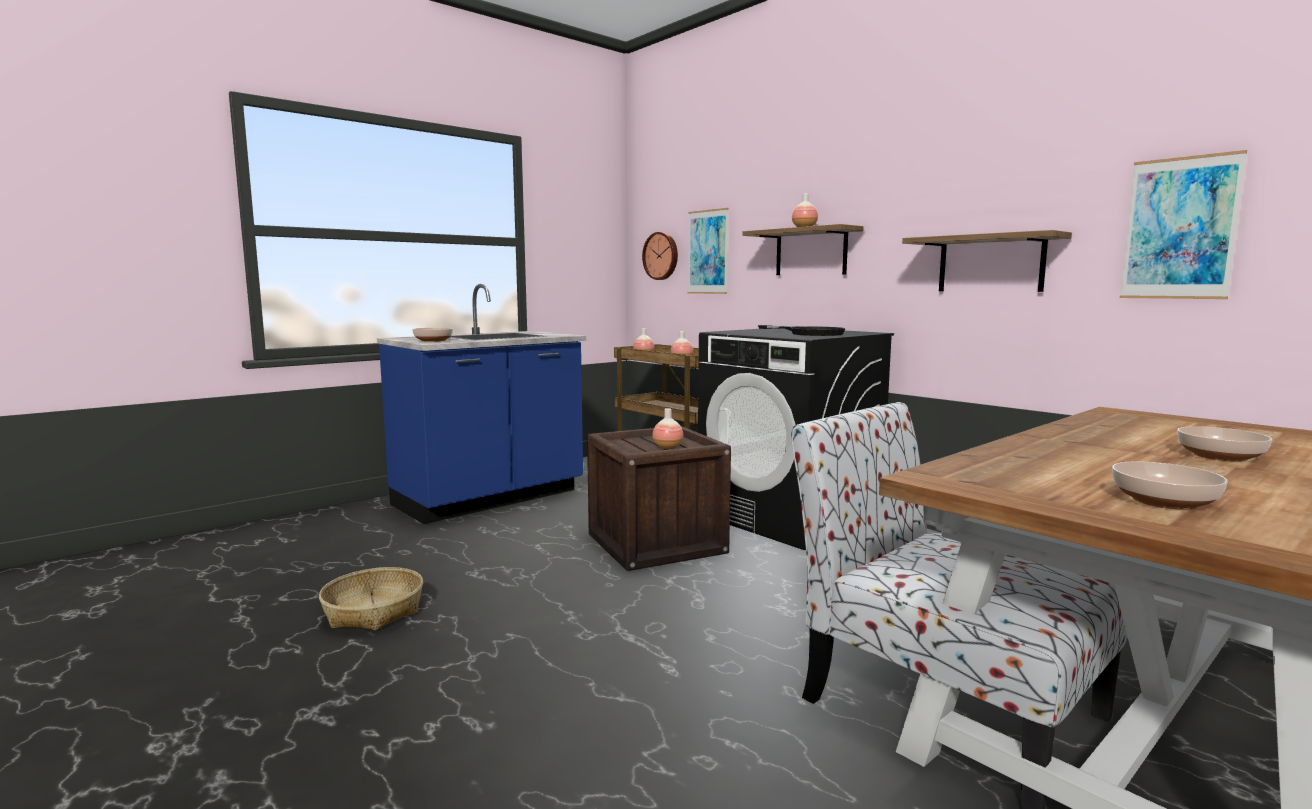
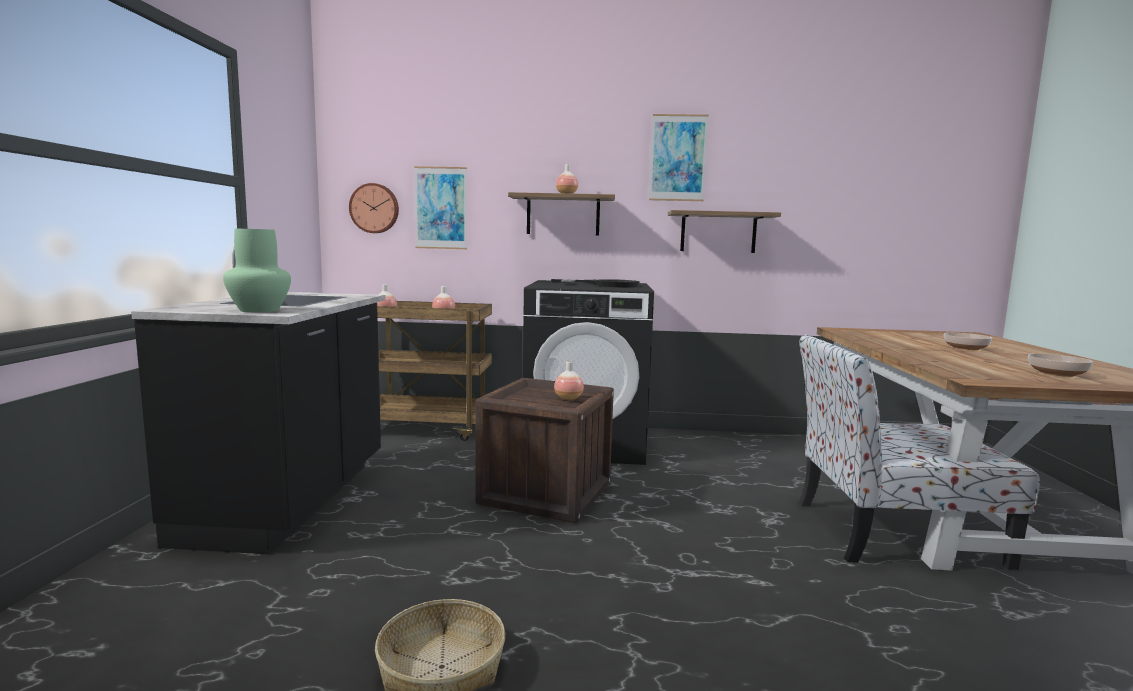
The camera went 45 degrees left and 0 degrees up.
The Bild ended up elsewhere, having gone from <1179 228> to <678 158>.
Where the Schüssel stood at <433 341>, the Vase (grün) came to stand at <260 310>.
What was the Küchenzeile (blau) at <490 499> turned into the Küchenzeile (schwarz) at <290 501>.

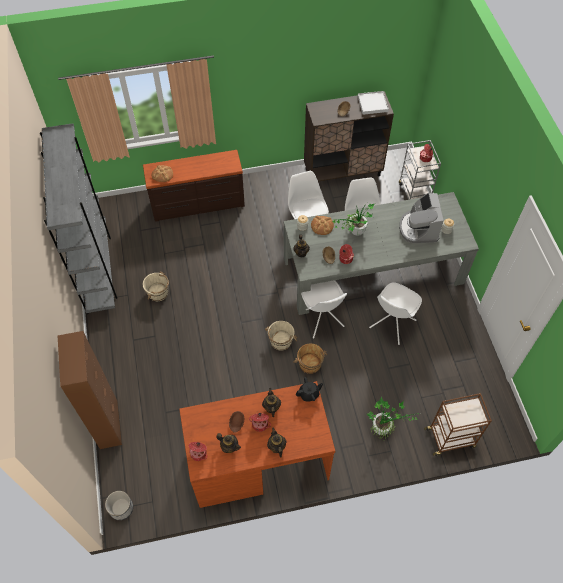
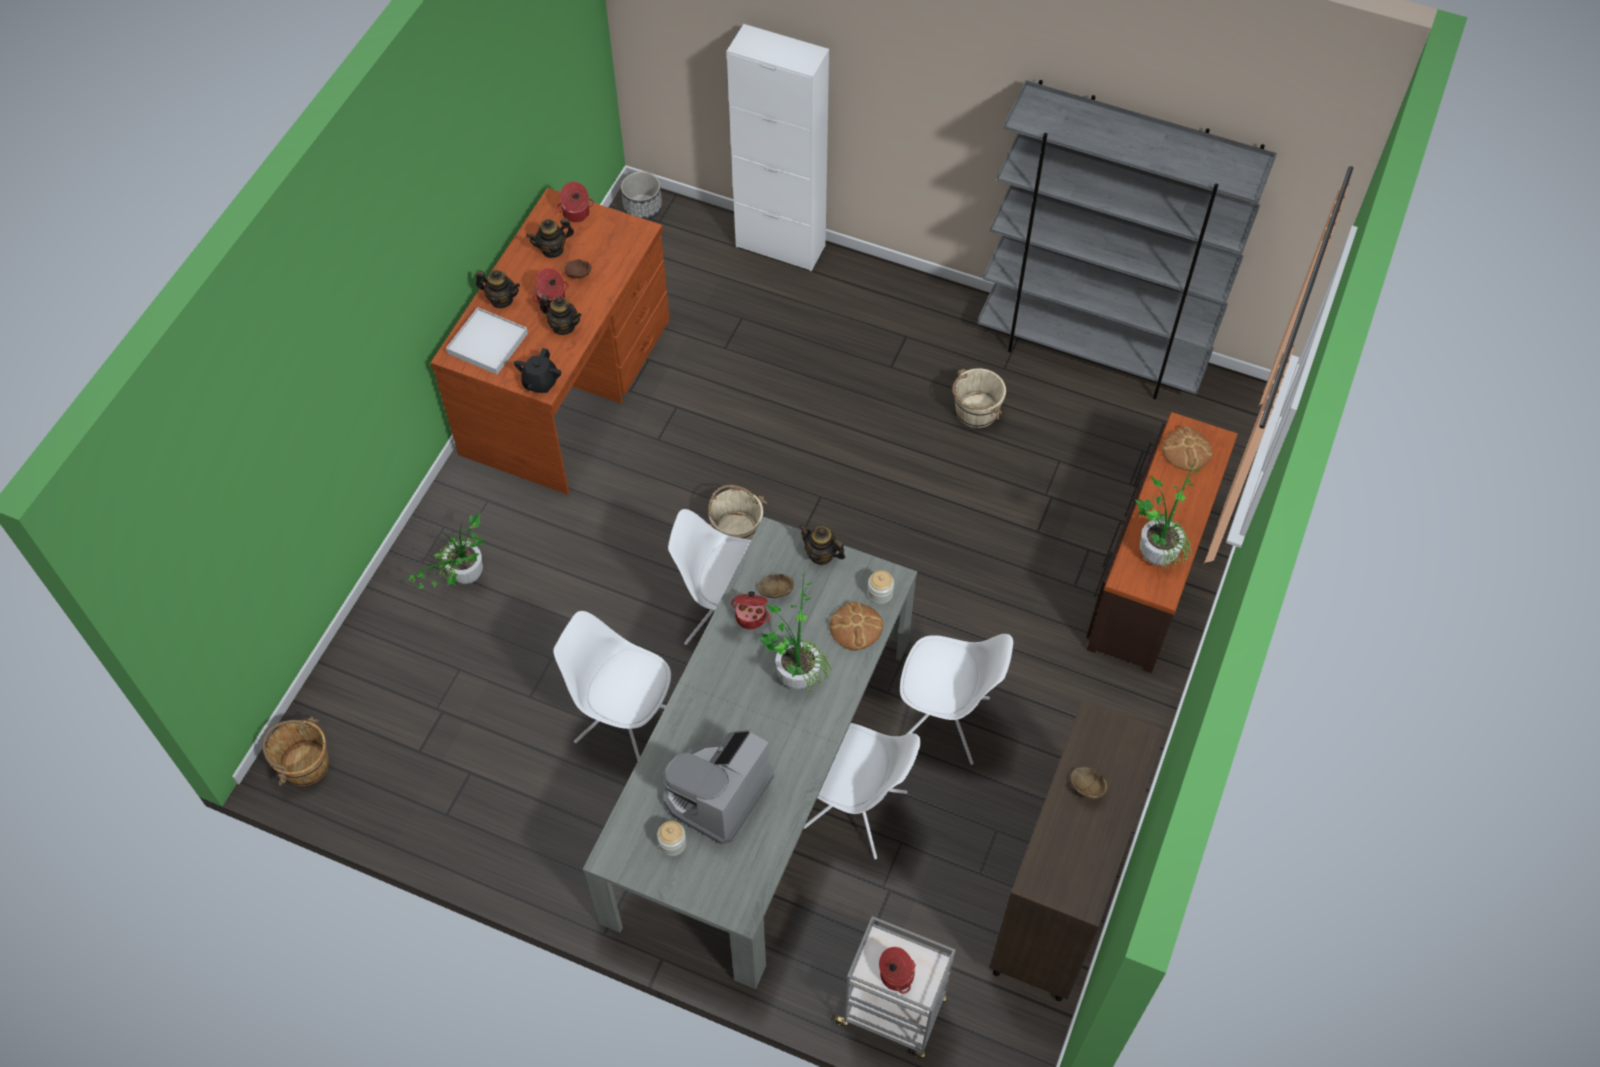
The camera went 125 degrees right and 0 degrees up.
The second view lost the Rollwagen (braun) at <451 437>.
The second view gained the Topfpflanze at <1157 547>.
The Eimer (braun) ended up elsewhere, having gone from <310 364> to <304 764>.
The Tablett (weiß) ended up elsewhere, having gone from <372 104> to <487 343>.
What was the Schrank (braun) at <109 424> turned into the Schrank (weiß) at <780 246>.
The Stuhl (weiß) at <392 324> ended up facing another way, 45 degrees counterclockwise from before.
The Kaffeemaschine at <418 228> ended up facing another way, 90 degrees counterclockwise from before.

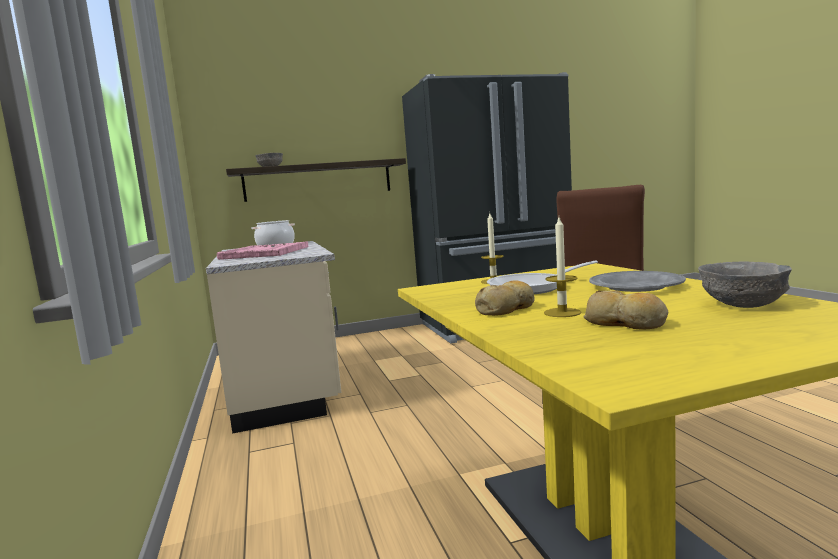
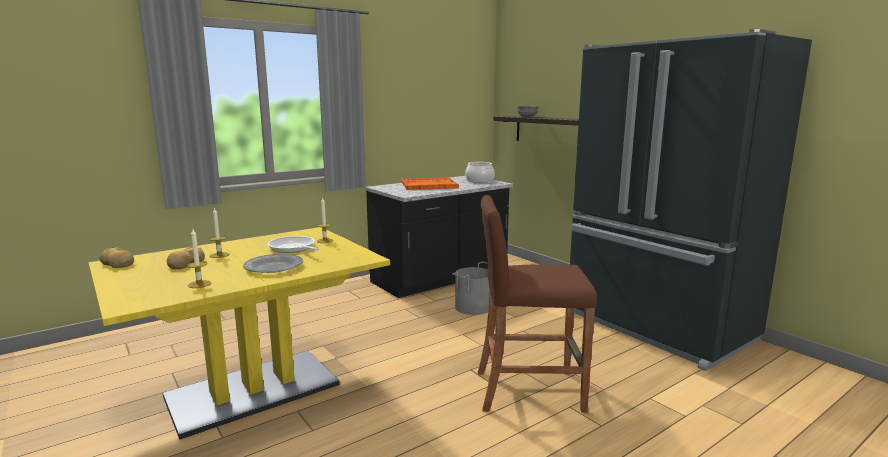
The camera went 70 degrees right and 5 degrees up.
The second view gained the Eimer (grau) at <472 307>.
The Brot ended up elsewhere, having gone from <507 309> to <117 264>.
Where the Schüssel (grau) stood at <743 304>, the Kerze came to stand at <199 284>.
What was the Küchenzeile (beige) at <287 387> turned into the Küchenzeile (schwarz) at <440 278>.
What was the Tablett (rosa) at <265 253> turned into the Tablett (orange) at <428 185>.

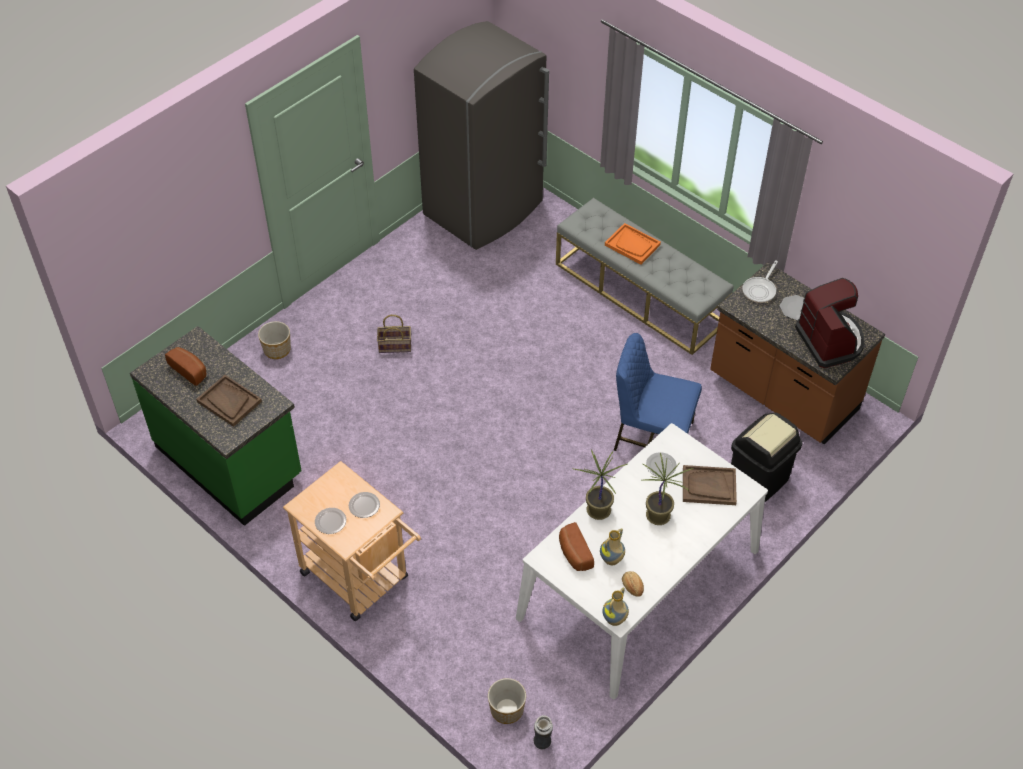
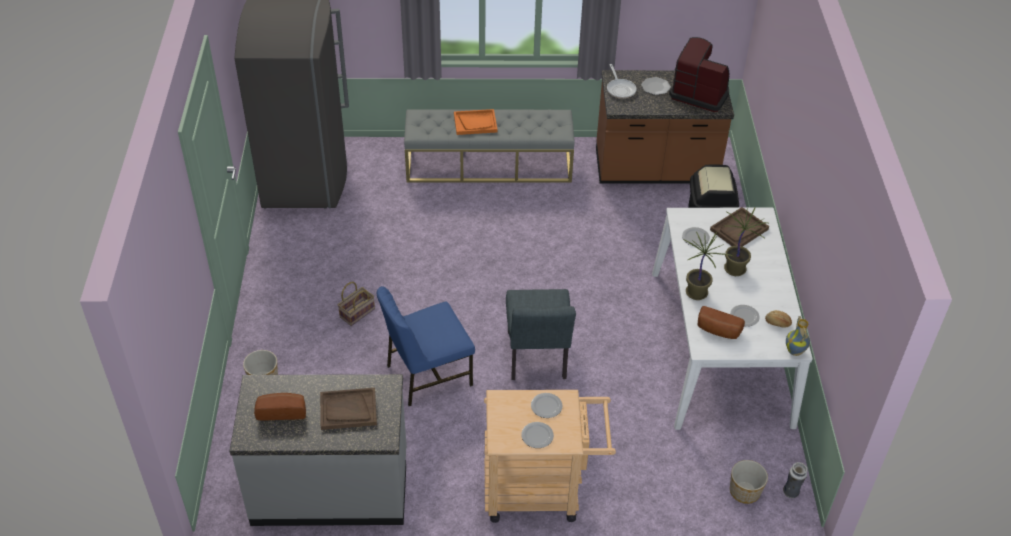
The camera went 45 degrees left and 5 degrees down.
The second view gained the Stuhl (grau) at <537 360>.
The Stuhl (blau) ended up elsewhere, having gone from <651 436> to <427 374>.
Where the Vase stood at <612 560>, the Teller came to stand at <745 317>.
What was the Küchenzeile (grün) at <230 461> turned into the Küchenzeile (grau) at <330 488>.

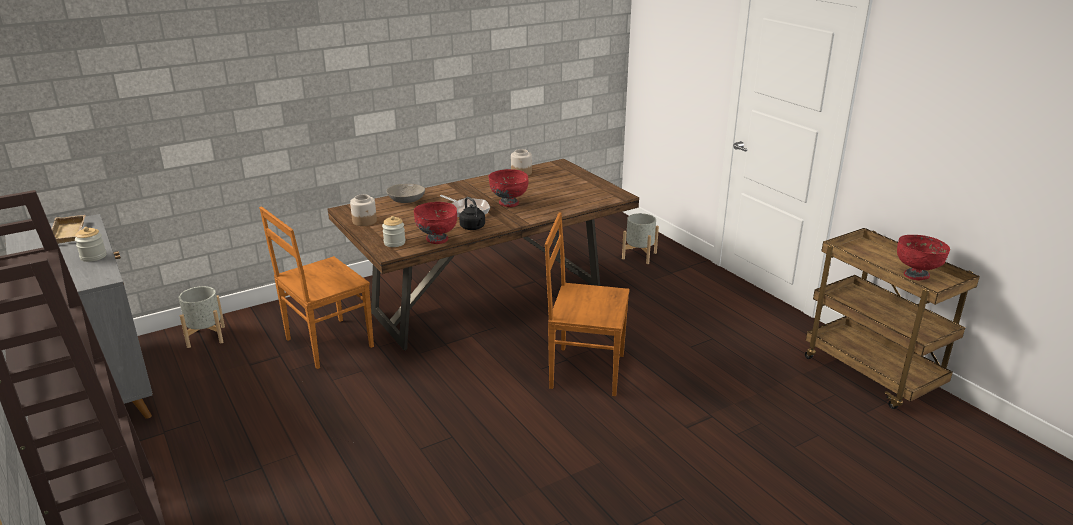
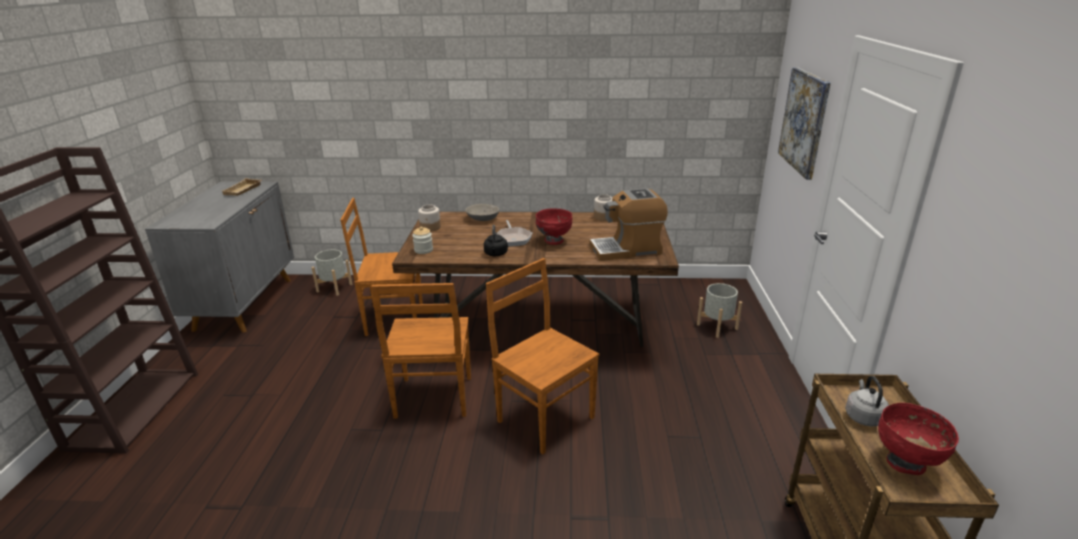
The camera went 35 degrees right and 0 degrees up.
The second view lost the Vorratsglas at <93 256>.
The second view lost the Schüssel (rot) at <437 240>.
The second view gained the Stuhl (braun) at <433 399>.
The second view gained the Kaffeemaschine at <627 249>.
The second view gained the Bild at <804 121>.
The second view gained the Wasserkessel (grau) at <863 416>.

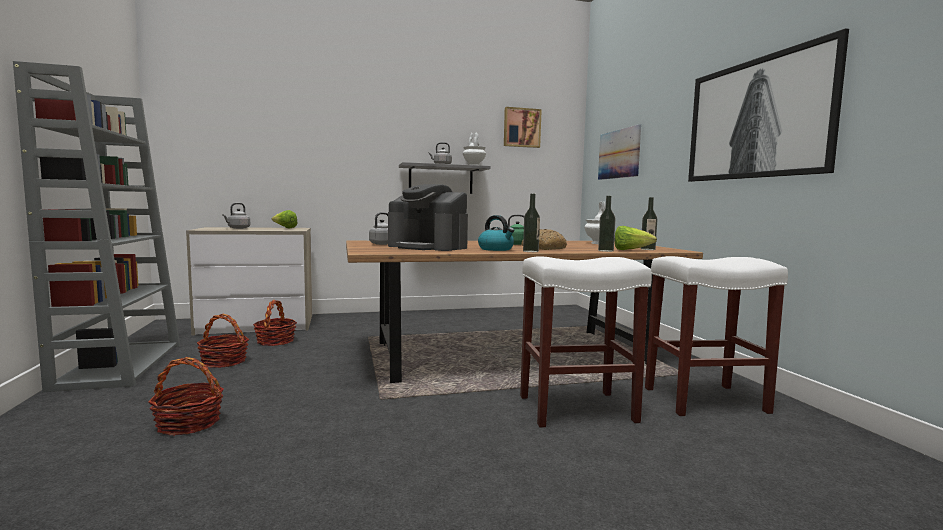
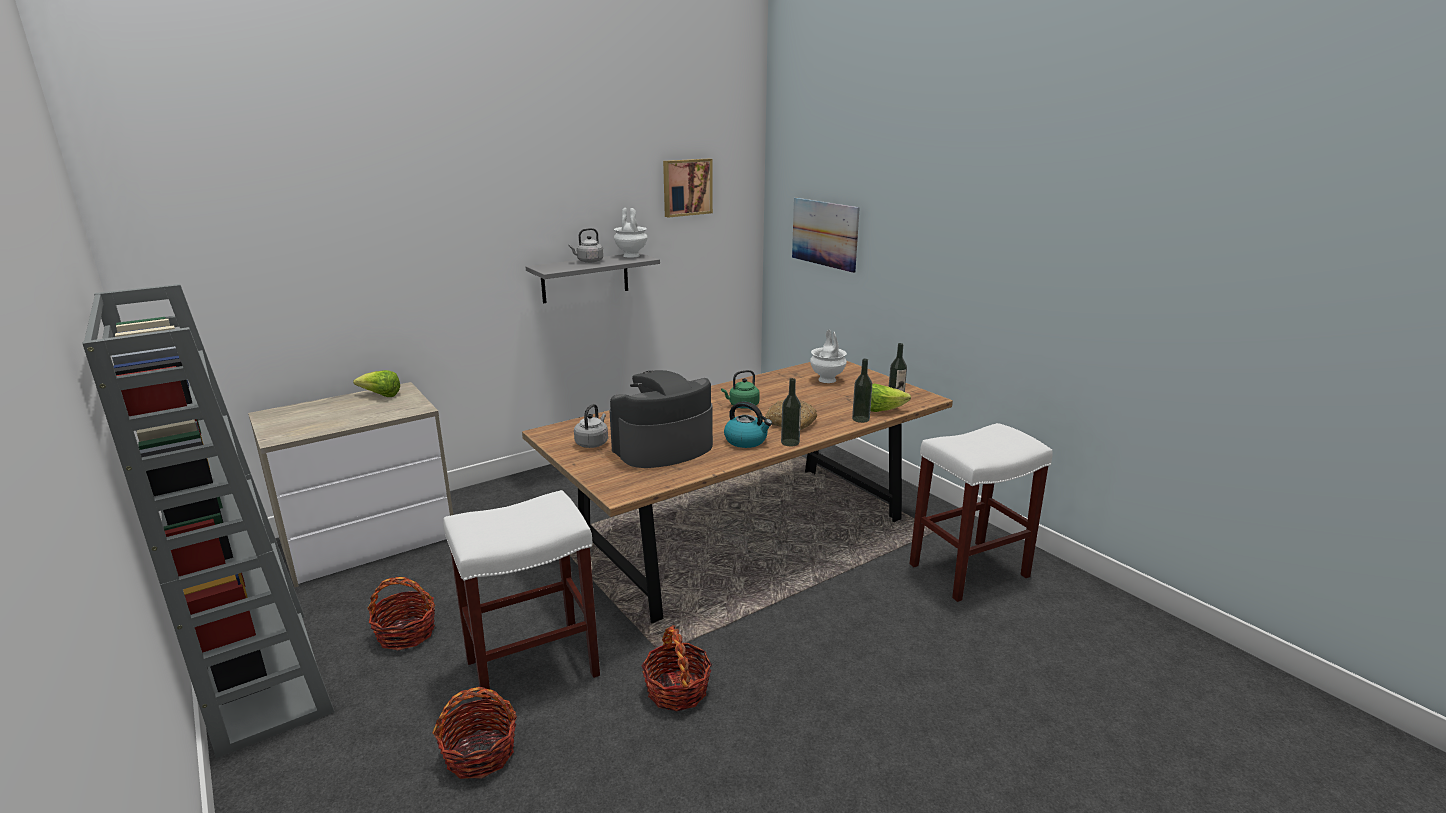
The camera went 20 degrees left and 15 degrees up.
The second view lost the Wasserkessel (grau) at <238 228>.
The second view lost the Bild at <757 119>.
The Korb ended up elsewhere, having gone from <275 341> to <677 690>.
The Hocker (weiß) ended up elsewhere, having gone from <575 409> to <531 669>.
The Kaffeemaschine at <428 247> ended up facing another way, 135 degrees clockwise from before.

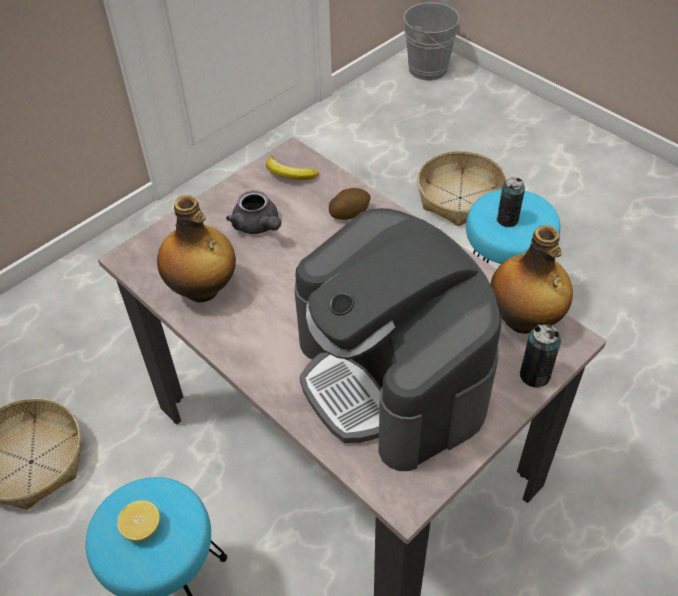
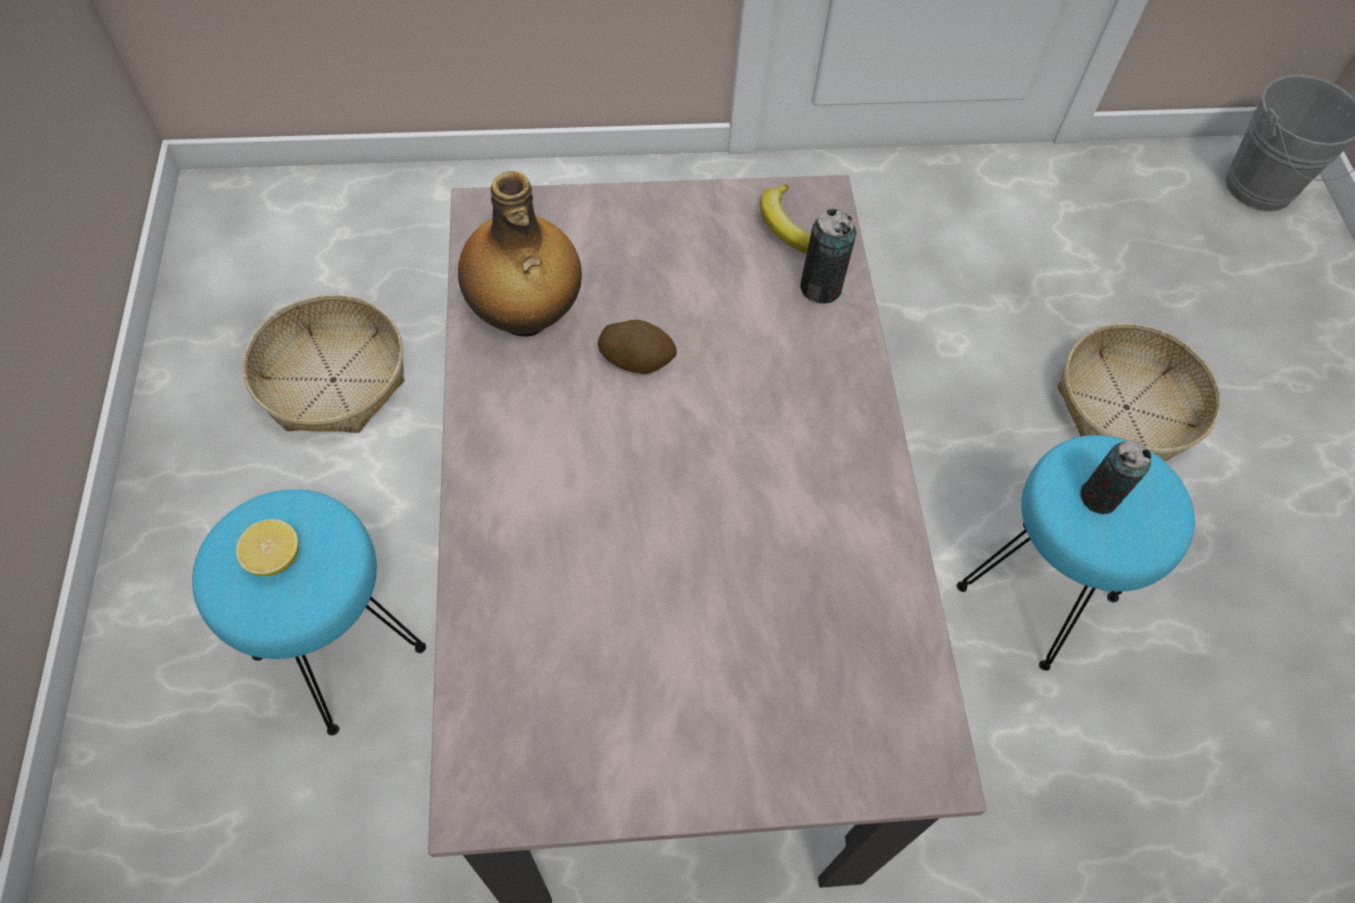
The camera went 35 degrees right and 10 degrees up.
The second view lost the Teekanne (grau) at <258 226>.
The second view lost the Kaffeemaschine at <392 377>.
The second view lost the Flasche at <523 321>.
The Kartoffel ended up elsewhere, having gone from <349 213> to <637 359>.
The Dose ended up elsewhere, having gone from <534 375> to <820 288>.

